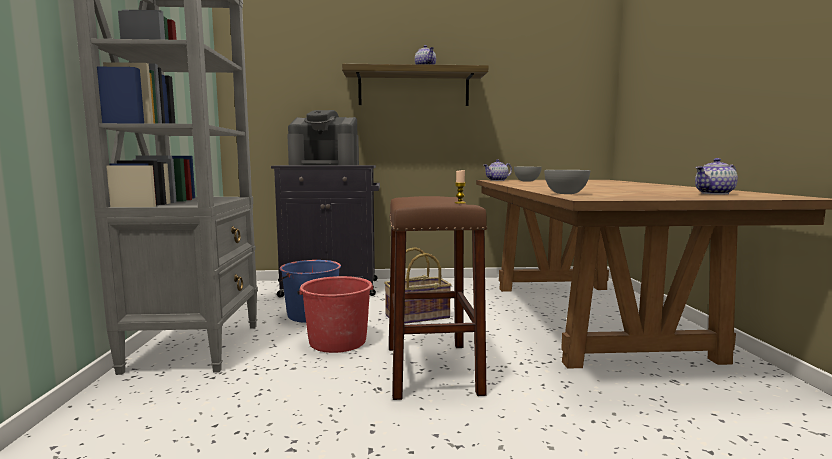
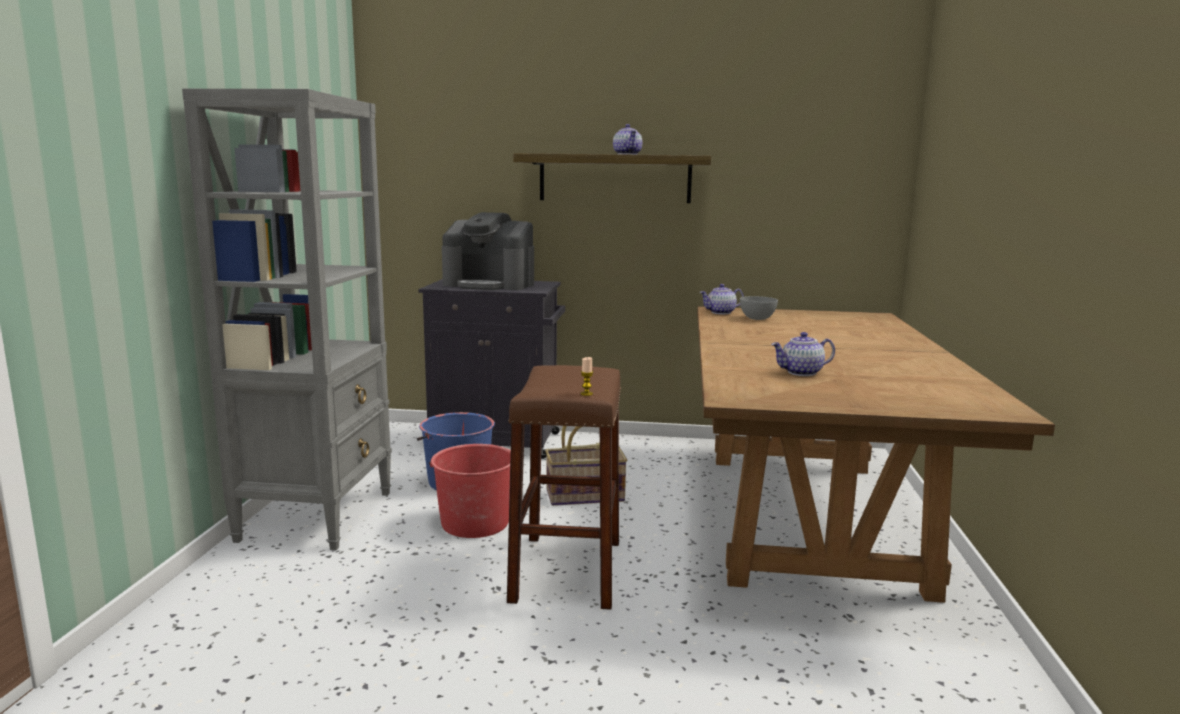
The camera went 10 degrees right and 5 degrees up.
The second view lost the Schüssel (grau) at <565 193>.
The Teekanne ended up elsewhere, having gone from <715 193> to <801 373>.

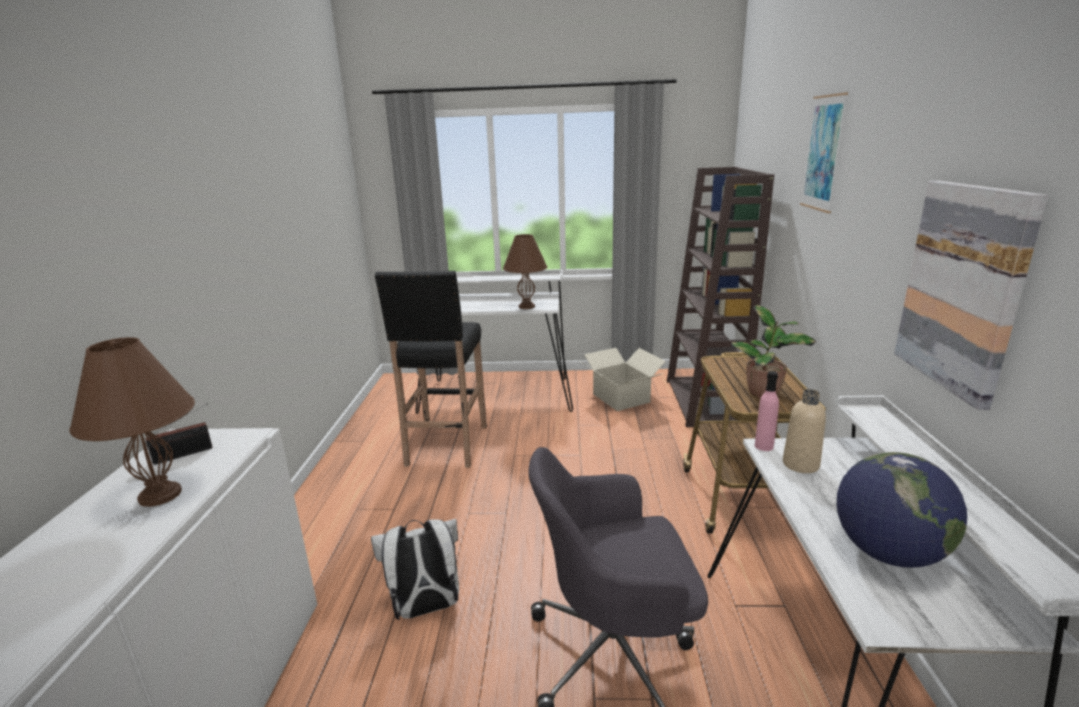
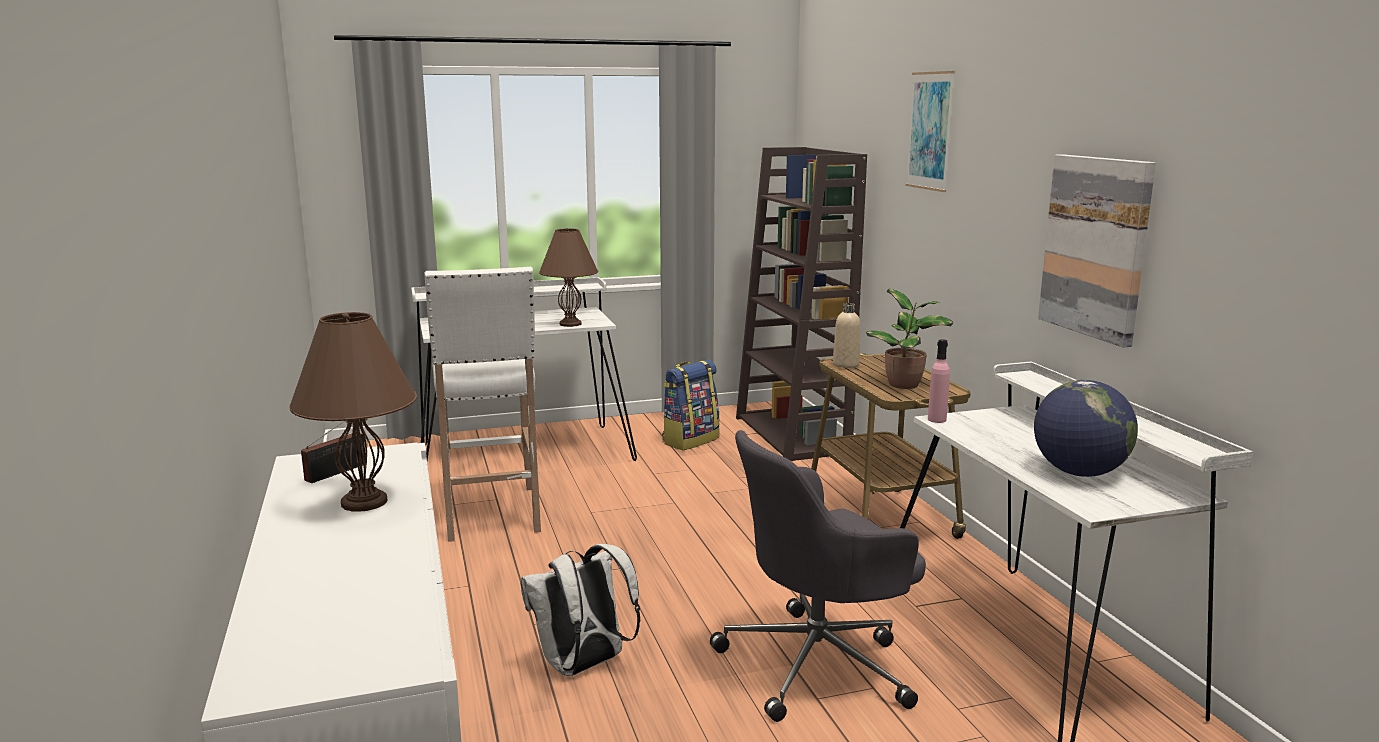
The camera went 20 degrees left and 5 degrees down.
The Flasche (beige) ended up elsewhere, having gone from <800 464> to <846 364>.
Where the Karton stood at <621 398>, the Rucksack came to stand at <690 440>.
What was the Hocker (schwarz) at <446 446> turned into the Hocker (weiß) at <491 514>.

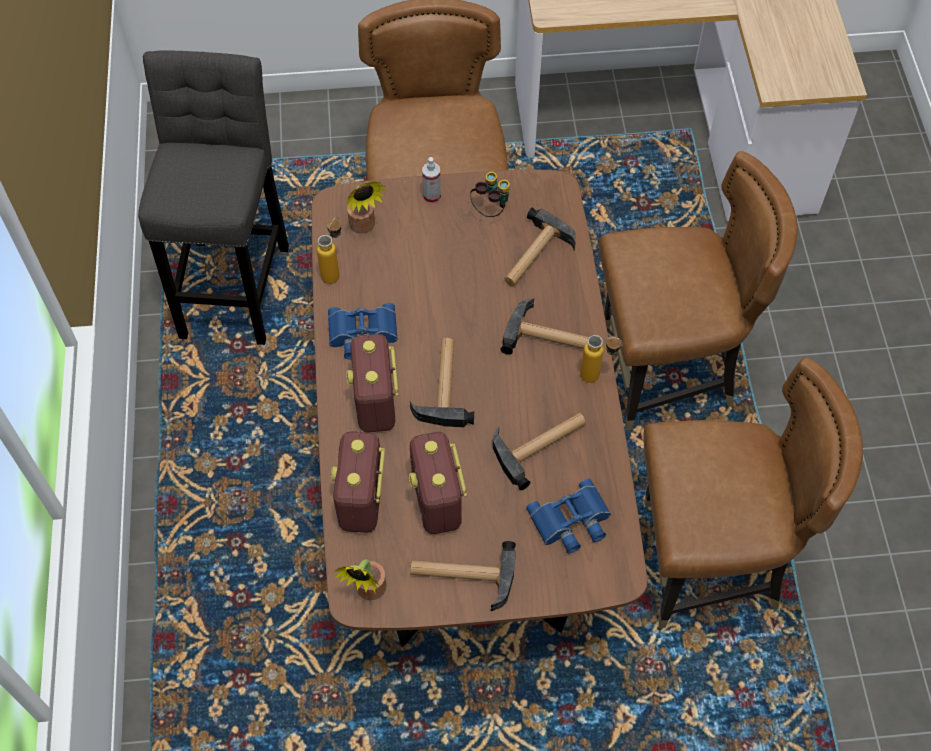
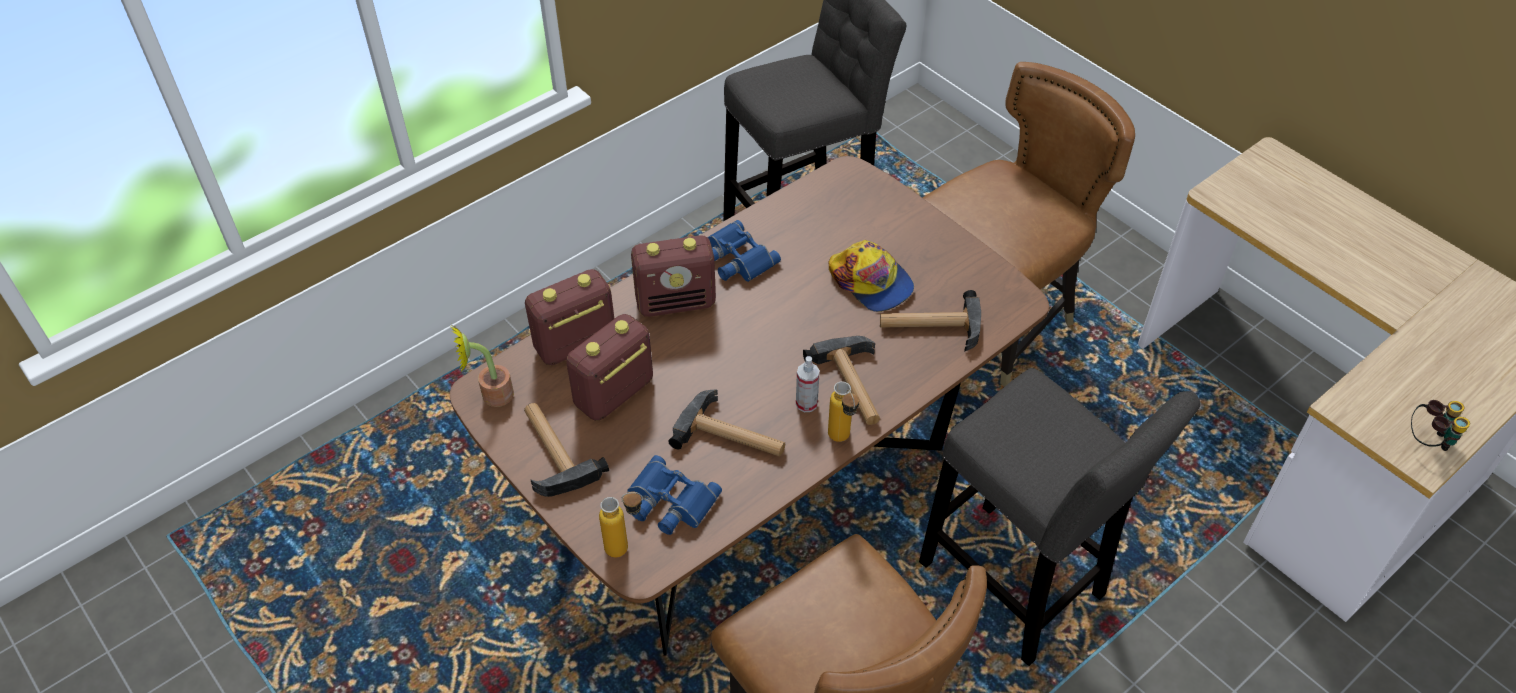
The camera went 55 degrees right and 10 degrees down.
The second view lost the Topfpflanze at <364 227>.
The second view lost the Hammer at <444 384>.
The second view gained the Kappe at <871 282>.
The Flasche ended up elsewhere, having gone from <334 271> to <626 547>.
The Sprühflasche ended up elsewhere, having gone from <432 196> to <806 403>.
The Fernglas ended up elsewhere, having gone from <490 209> to <1428 440>.
Where the Stuhl (braun) stood at <666 371>, the Hocker (grau) came to stand at <1017 588>.
The Radio at <375 403> ended up facing another way, 150 degrees counterclockwise from before.

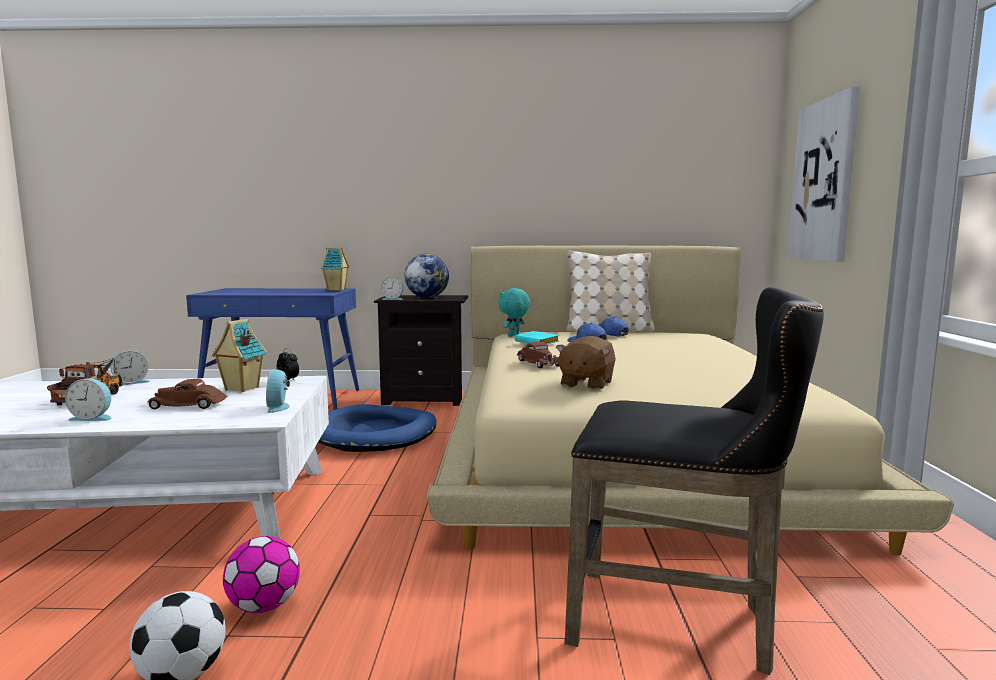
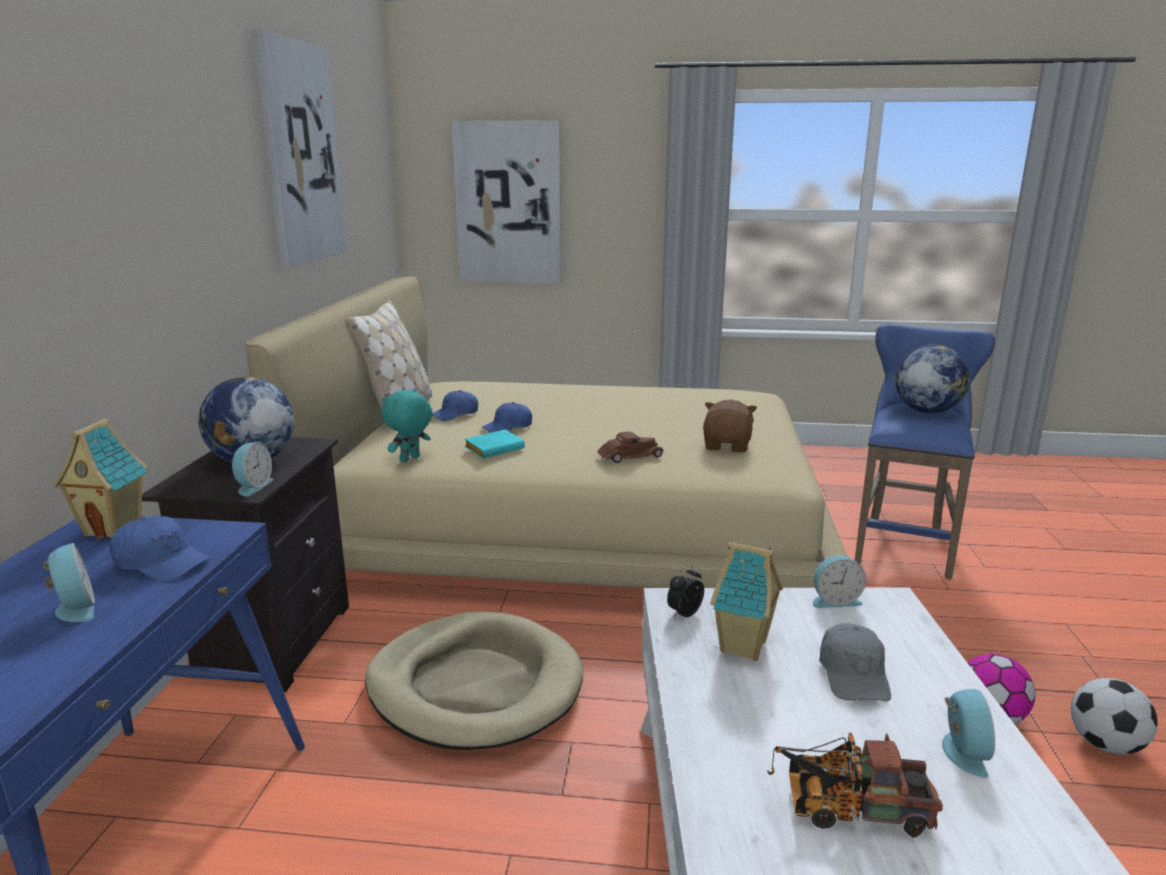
The camera went 85 degrees left and 10 degrees up.
The second view gained the Kappe (blau) at <161 562>.
The second view gained the Bild at <300 154>.
The second view gained the Globus at <926 411>.
The Wecker ended up elsewhere, having gone from <130 382> to <75 608>.
Where the Spielzeugauto (braun) stood at <189 405>, the Kappe (grau) came to stand at <854 674>.
What was the Hundebett (blau) at <375 434> turned into the Hundebett (beige) at <475 686>.
What was the Hocker (schwarz) at <680 624> turned into the Hocker (blau) at <904 542>.
The Plüschtier (türkis) at <514 335> ended up facing another way, 90 degrees clockwise from before.
The Plüschtier (braun) at <586 384> ended up facing another way, 105 degrees counterclockwise from before.

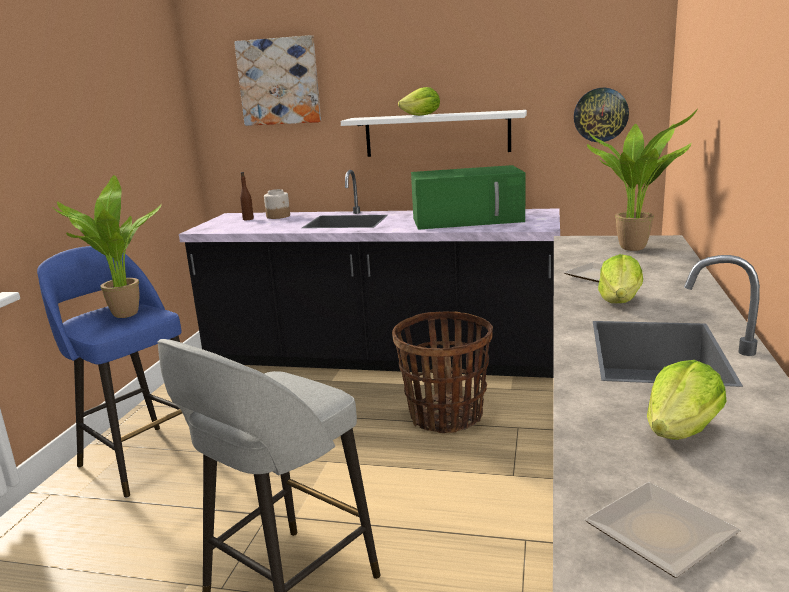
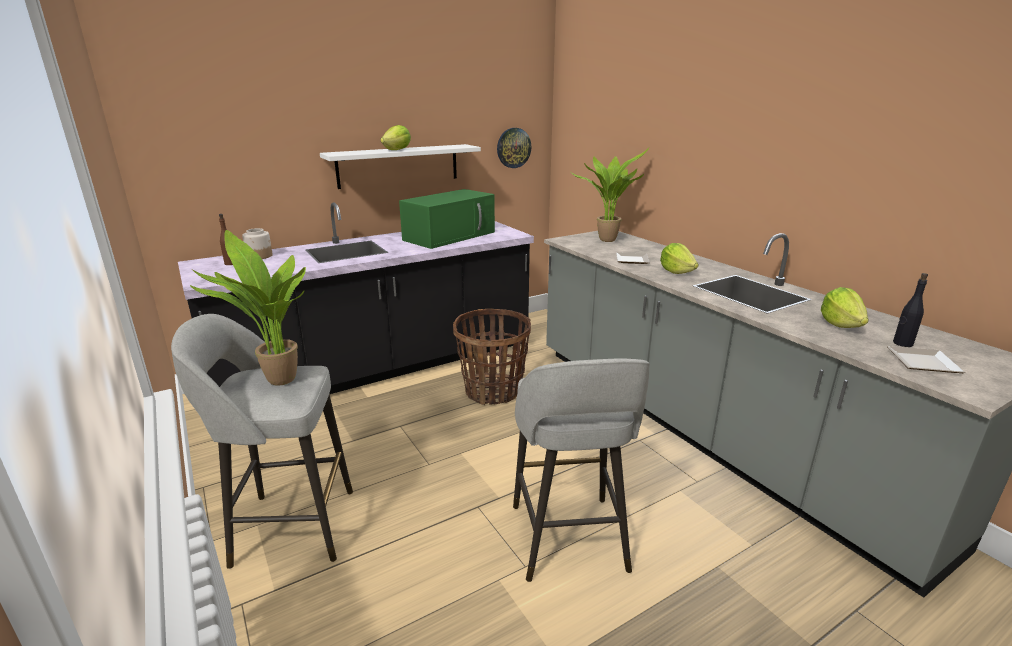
The camera went 45 degrees left and 5 degrees up.
The second view lost the Bild at <279 81>.
The second view gained the Flasche (schwarz) at <902 343>.
What was the Hocker (blau) at <141 458> turned into the Hocker (grau) at <290 527>.

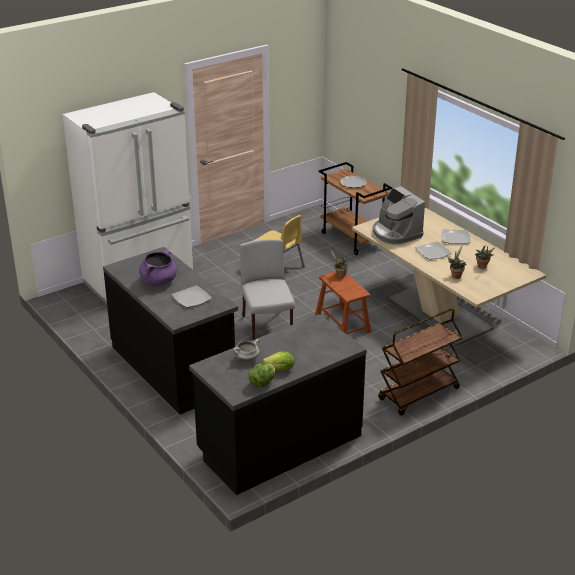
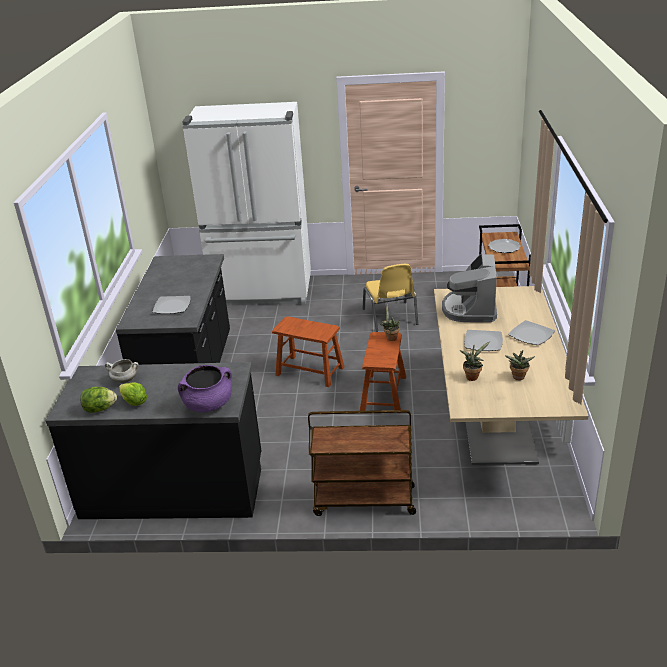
The camera went 40 degrees right and 0 degrees up.
The Kochtopf (lila) ended up elsewhere, having gone from <158 281> to <208 404>.
Where the Stuhl (grau) stood at <267 328>, the Hocker (braun) came to stand at <310 371>.

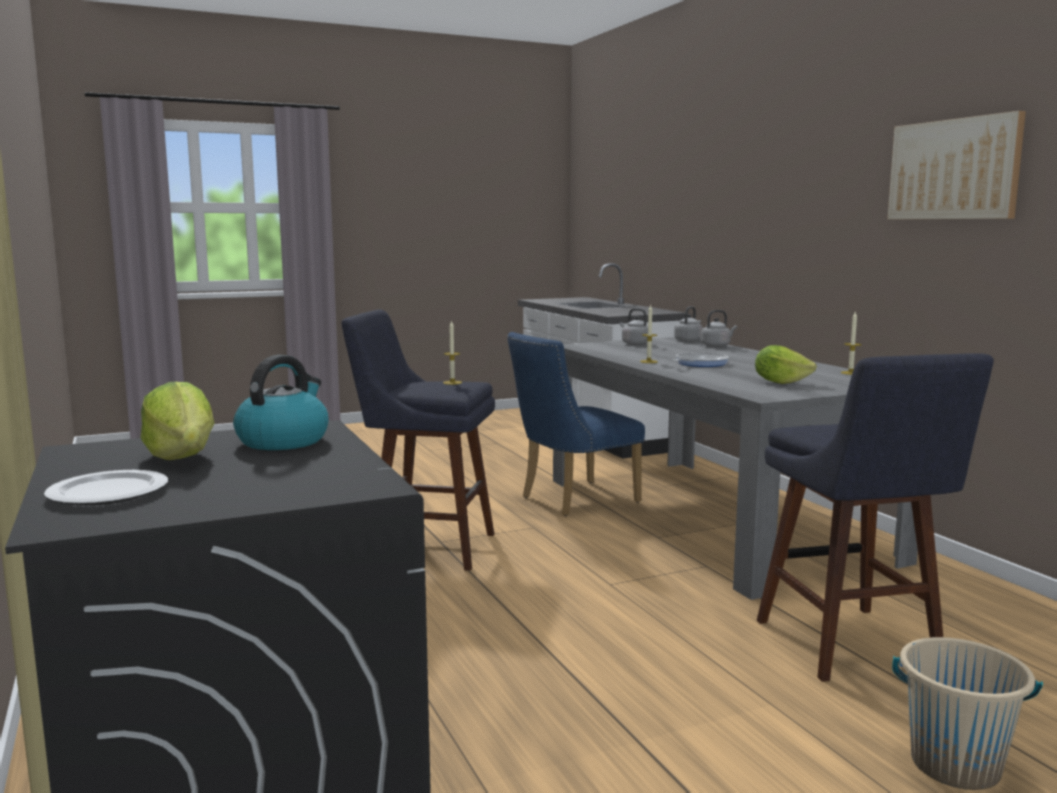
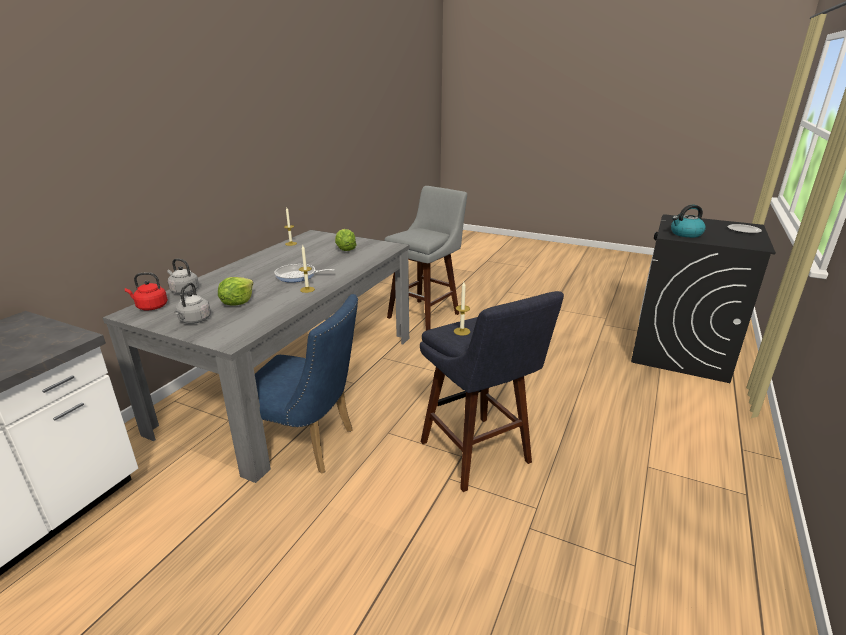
The camera went 130 degrees left and 15 degrees up.
The second view lost the Bild at <954 169>.
The second view lost the Eimer (beige) at <955 765>.
The Salatkopf ended up elsewhere, having gone from <182 456> to <237 303>.
What was the Wasserkessel (grau) at <689 341> turned into the Wasserkessel (rot) at <150 307>.
What was the Hocker (blau) at <853 648> turned into the Hocker (grau) at <426 314>.

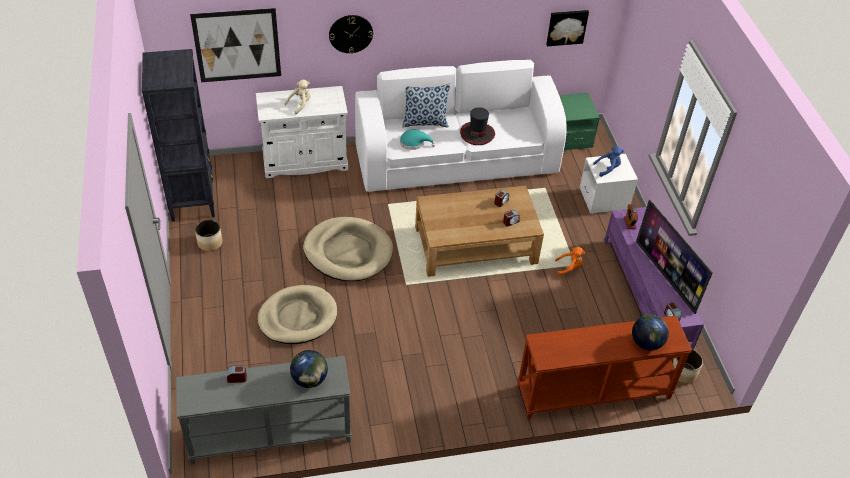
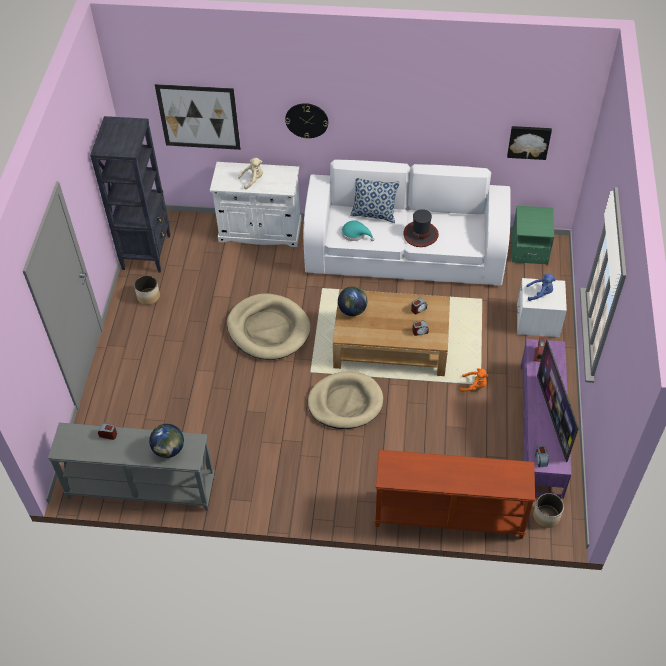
The camera went 20 degrees right and 5 degrees up.
The Hundebett (beige) ended up elsewhere, having gone from <297 317> to <345 402>.
The Globus ended up elsewhere, having gone from <646 343> to <352 310>.

